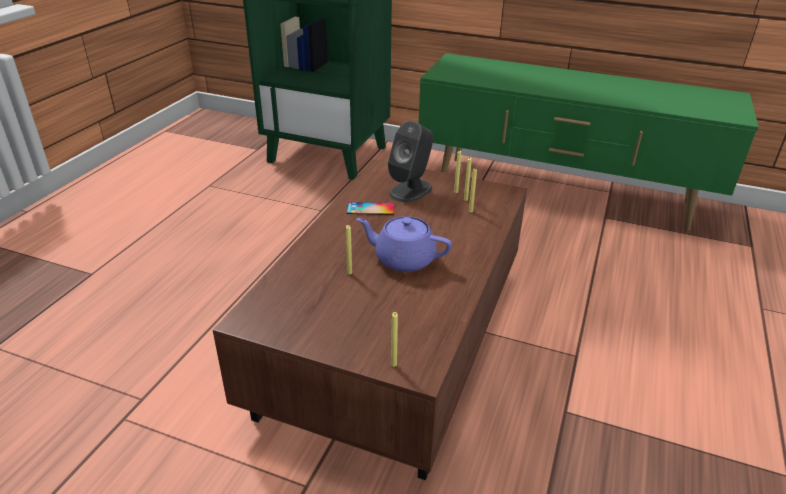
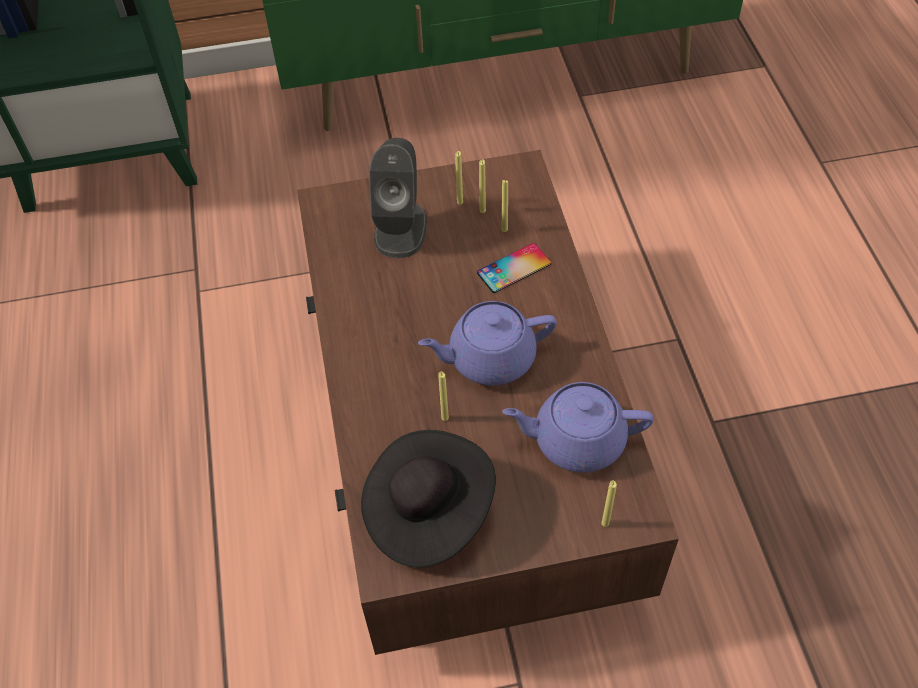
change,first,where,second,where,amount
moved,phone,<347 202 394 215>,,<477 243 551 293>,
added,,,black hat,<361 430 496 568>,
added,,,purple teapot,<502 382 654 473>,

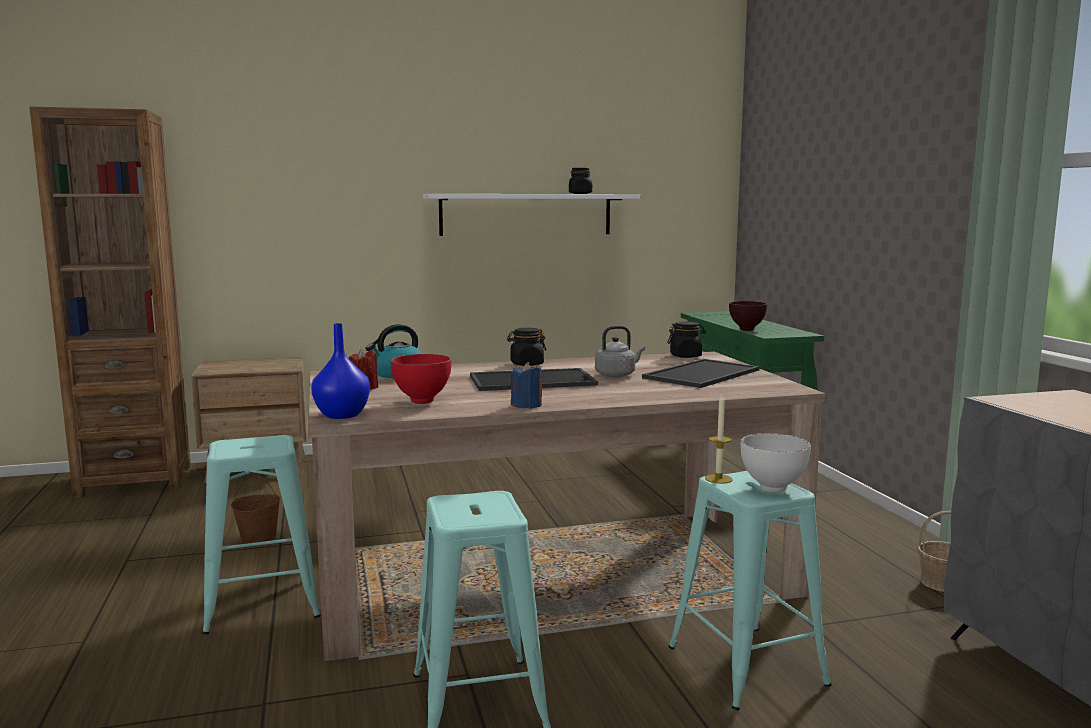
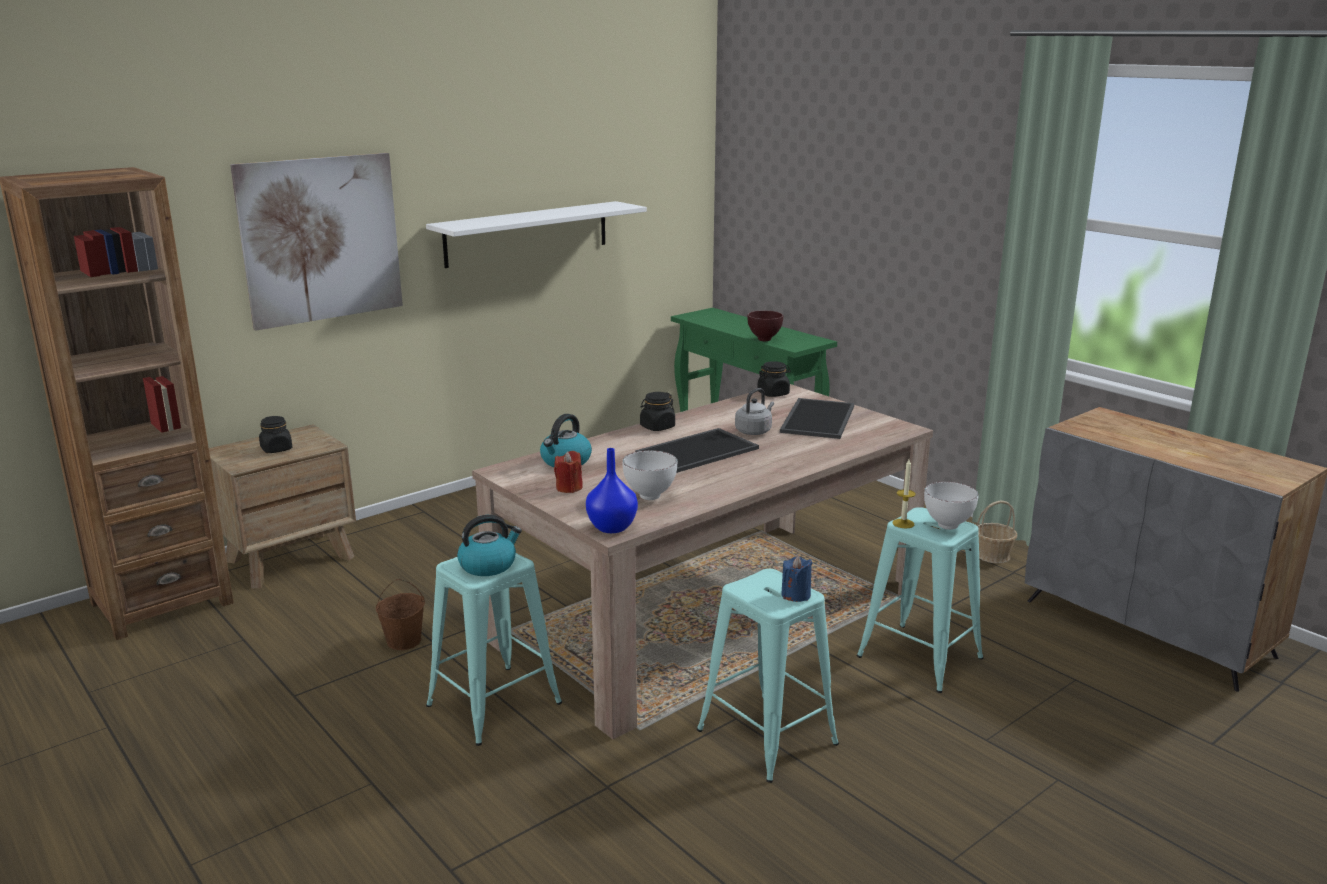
change,first,where,second,where,amount
recoloured,red bowl,<391 354 451 404>,white bowl,<622 450 677 500>,
moved,blue candle,<510 362 543 409>,,<781 556 813 602>,
moved,black jar,<569 168 592 194>,,<259 416 292 453>,
added,,,picture,<230 153 403 331>,
added,,,kettle,<457 515 522 576>,

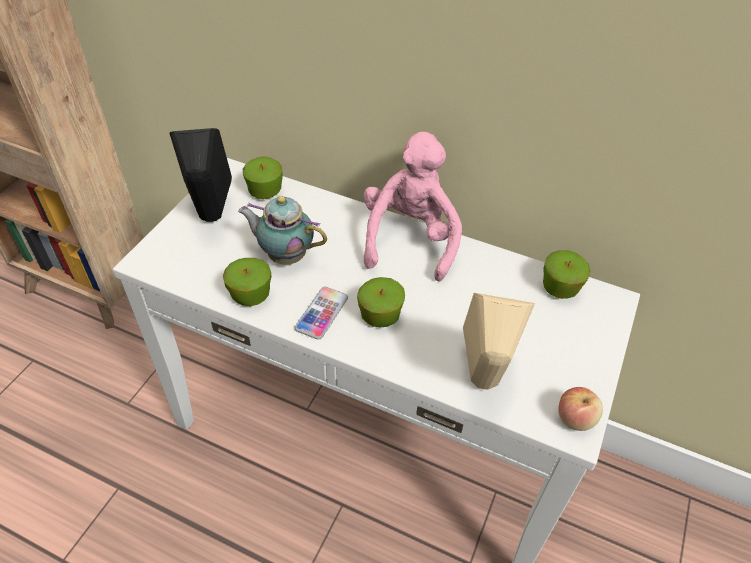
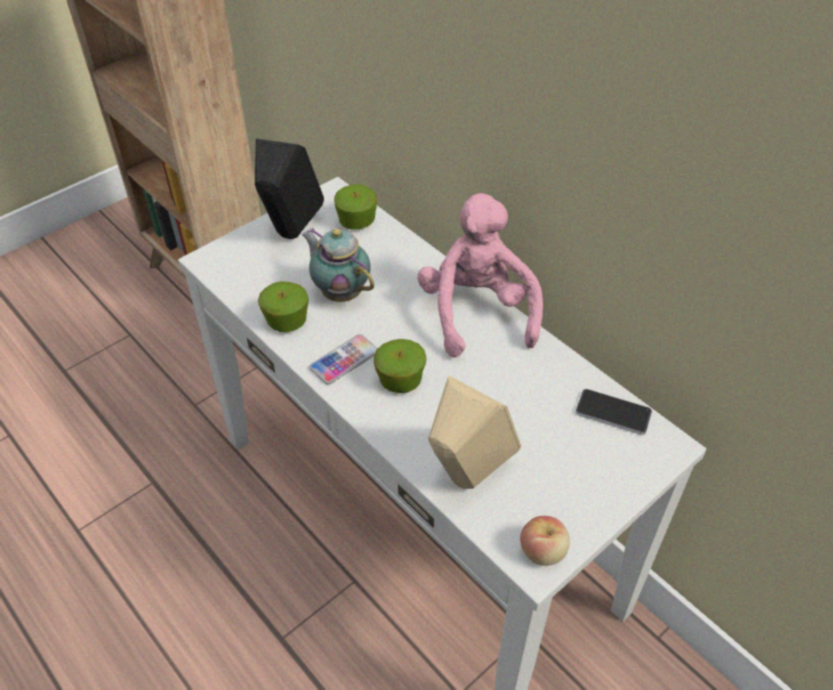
change,first,where,second,where,amount
turned,pink plush toy,<363 132 462 282>,,<417 193 543 358>,45 degrees counterclockwise
replaced,apple,<543 250 590 299>,phone,<576 389 652 435>,

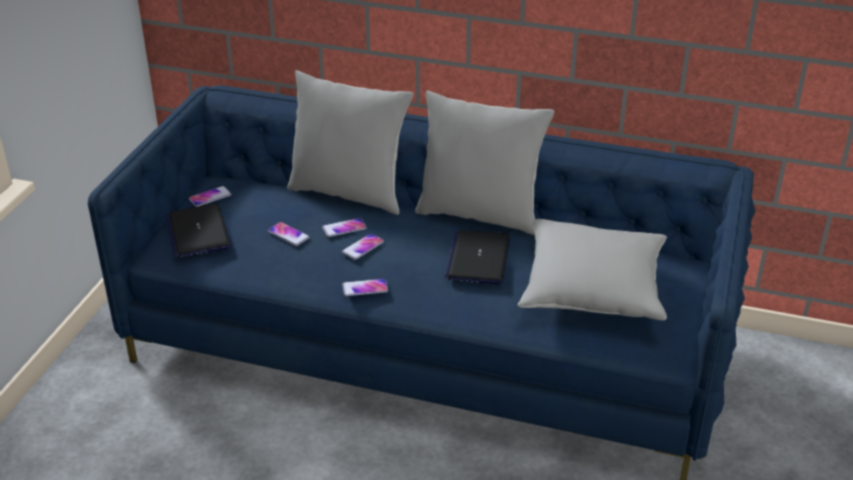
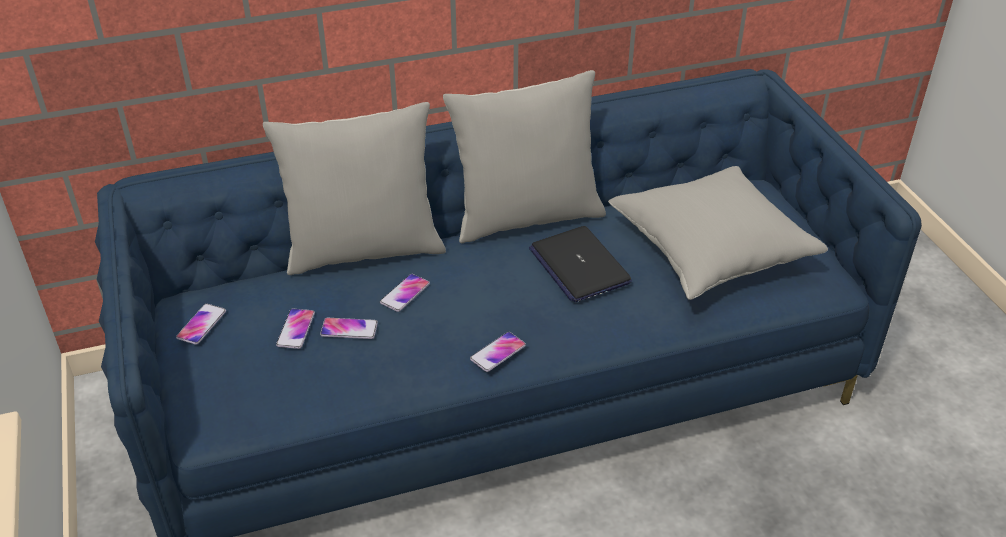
change,first,where,second,where,amount
removed,laptop,<166 203 231 257>,,,
moved,phone,<342 233 384 260>,,<276 309 315 349>,

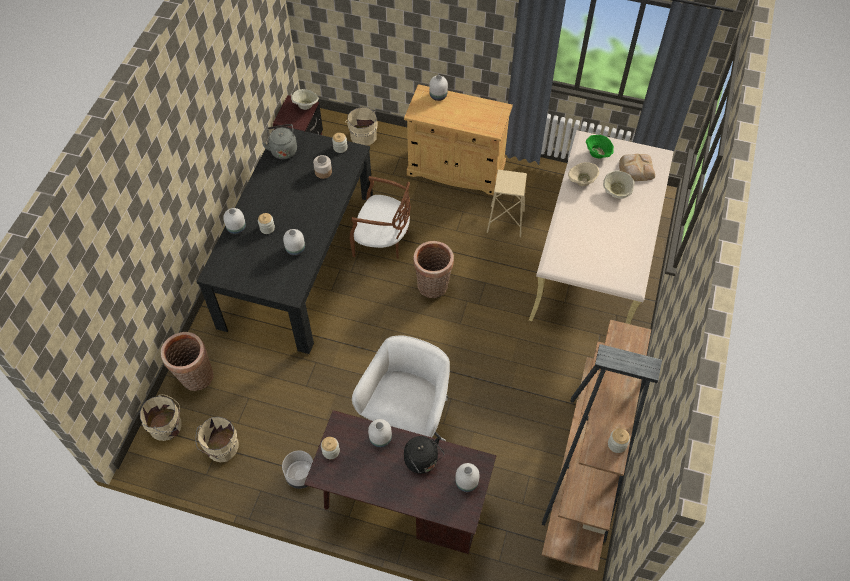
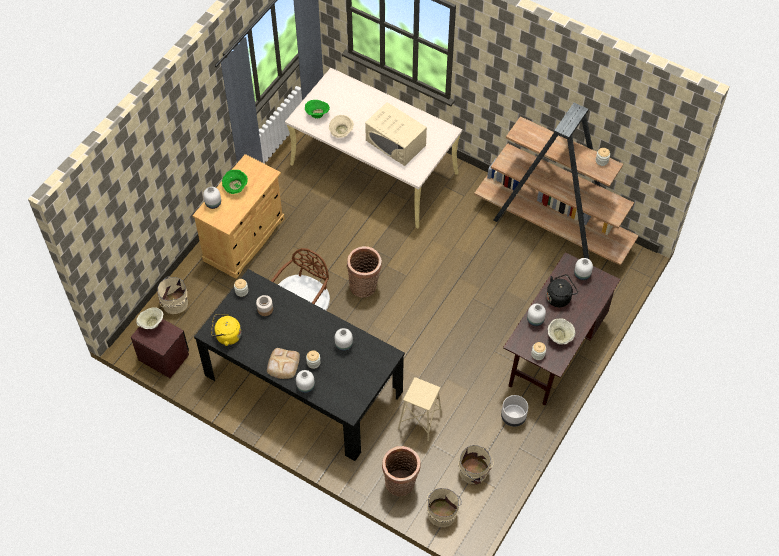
change,first,where,second,where,amount
recoloured,grey kettle,<262 124 297 159>,yellow kettle,<211 314 241 346>,
removed,white office chair,<352 335 450 441>,,,
moved,beige stool,<487 170 527 237>,,<398 377 442 441>,
moved,beige bowl,<603 171 635 199>,,<548 318 576 344>,
moved,bread,<619 154 655 181>,,<267 348 300 379>,
added,,,green bowl,<222 170 248 194>,
added,,,beige microwave,<365 102 427 166>,

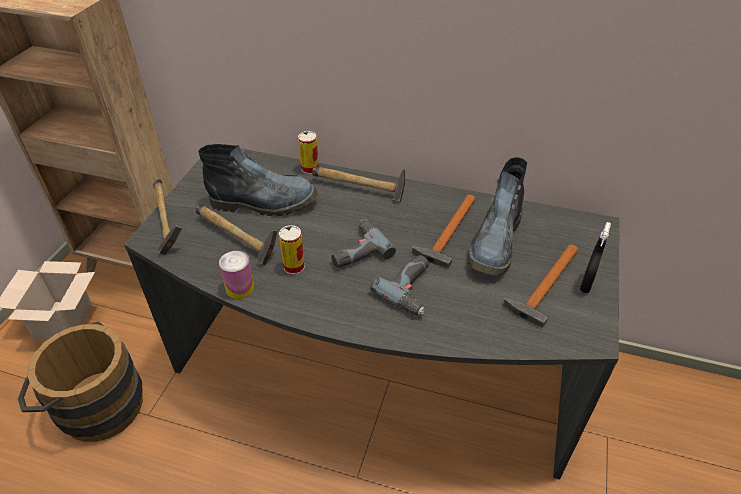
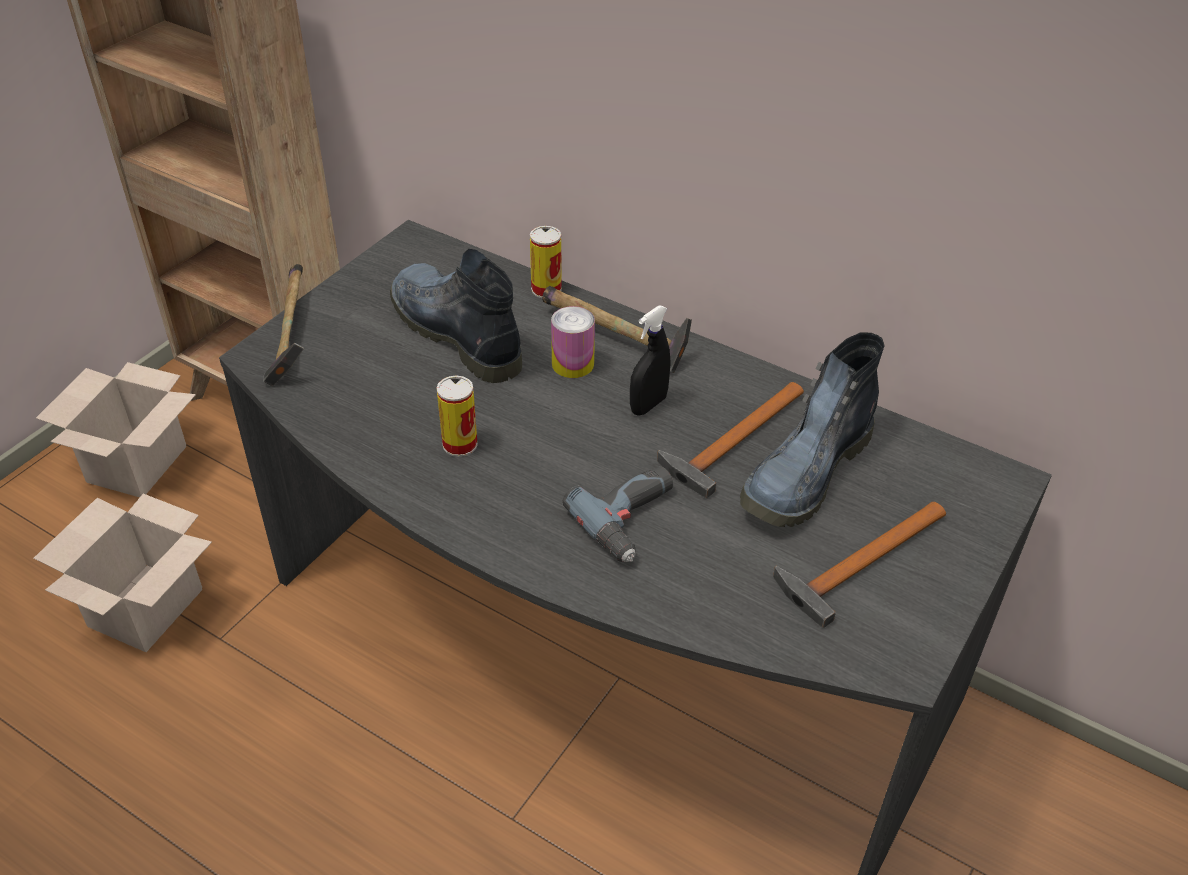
change,first,where,second,where,amount
replaced,brown bucket,<18 321 143 442>,cardboard box,<33 494 212 652>,
removed,hammer,<196 203 277 265>,,,
turned,boot,<199 144 318 216>,,<390 249 522 383>,150 degrees counterclockwise
moved,can,<219 251 255 299>,,<551 306 595 378>,
removed,power drill,<331 219 396 268>,,,
moved,black spray bottle,<580 222 611 293>,,<630 306 671 416>,

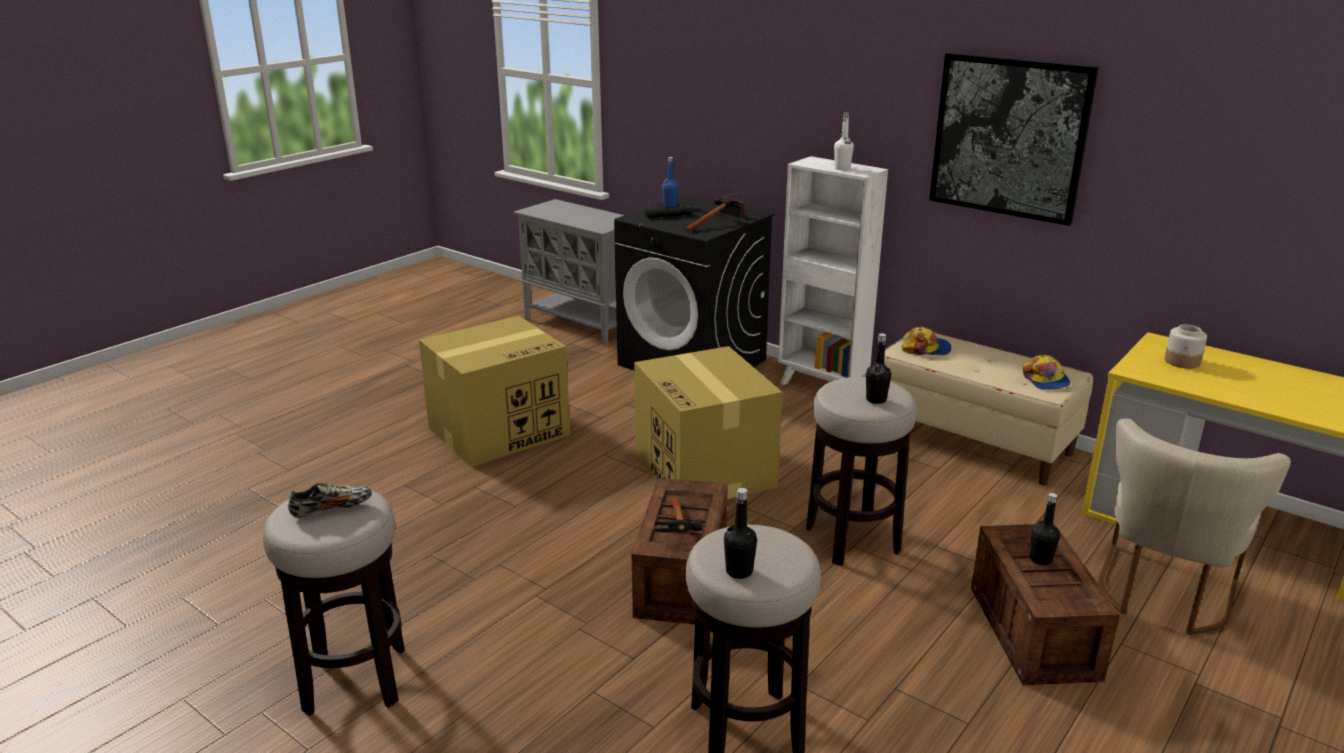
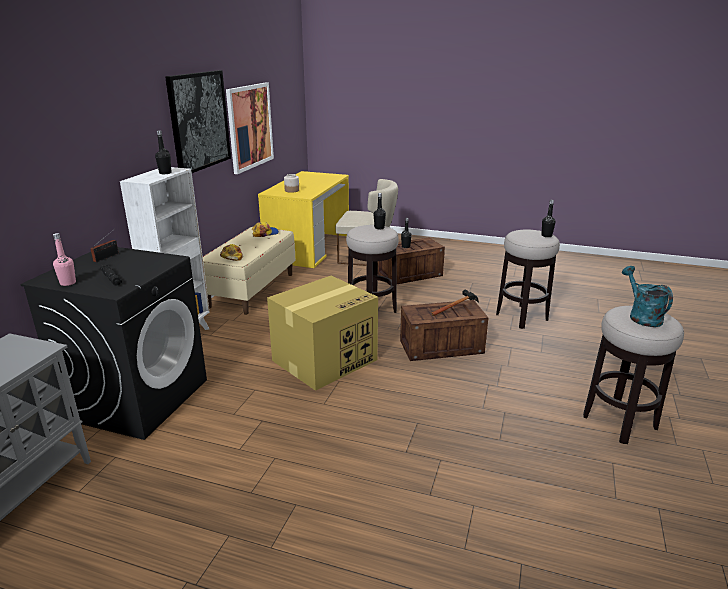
change,first,where,second,where,amount
replaced,shoe,<288 483 372 518>,turquoise watering can,<622 266 673 327>,
removed,cardboard box,<419 316 571 467>,,,
recoloured,blue bottle,<662 157 679 208>,pink bottle,<53 233 76 286>,
removed,hammer,<685 197 741 232>,,,
recoloured,white bottle,<834 112 854 170>,black bottle,<155 130 171 174>,
added,,,picture,<226 83 274 174>,

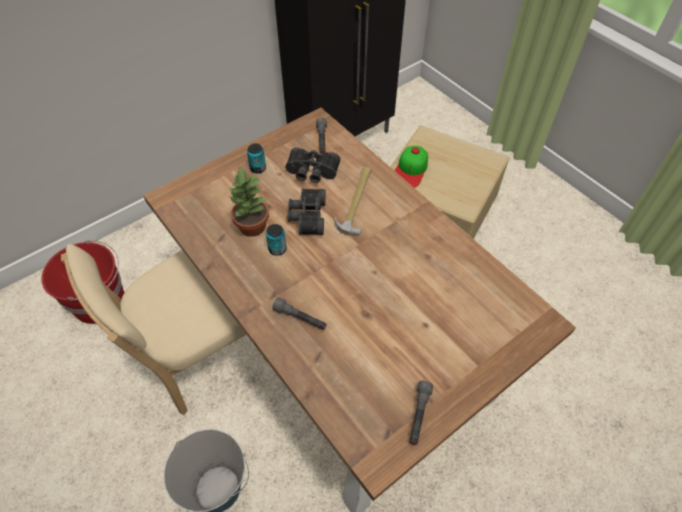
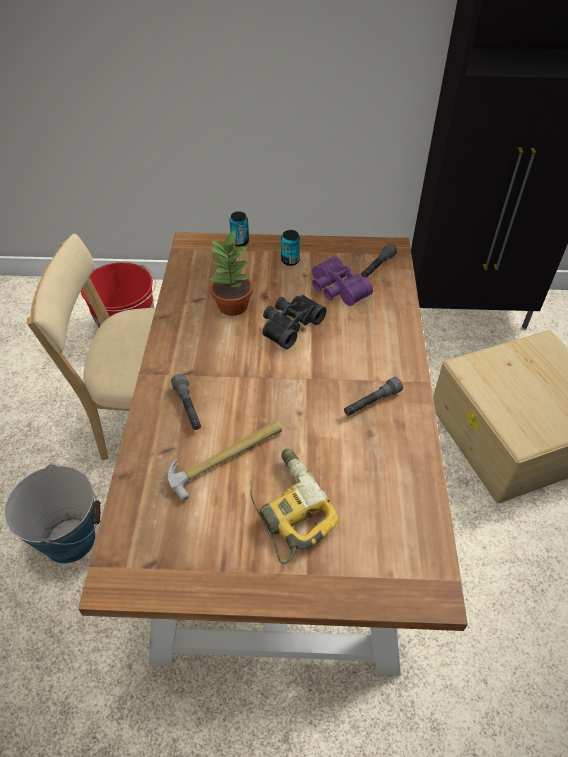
change,first,where,second,where,amount
moved,can,<266 224 287 256>,,<229 211 249 247>,
recoloured,black binoculars,<285 147 340 183>,purple binoculars,<312 256 373 306>,
moved,hammer,<335 167 371 236>,,<168 420 282 501>,
removed,cap,<395 146 428 188>,,,
moved,grey flashlight,<409 381 433 445>,,<344 377 403 416>,
added,,,power drill,<250 448 338 564>,

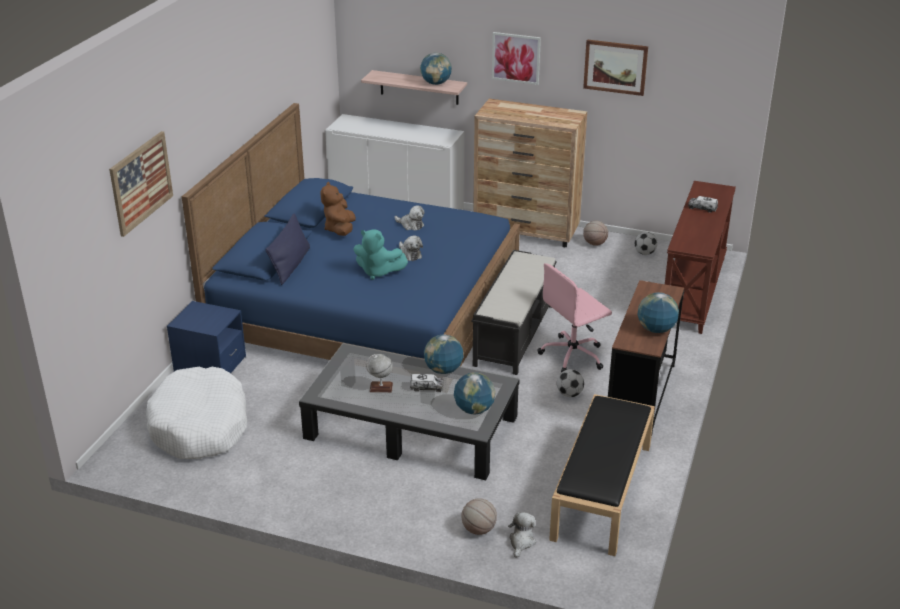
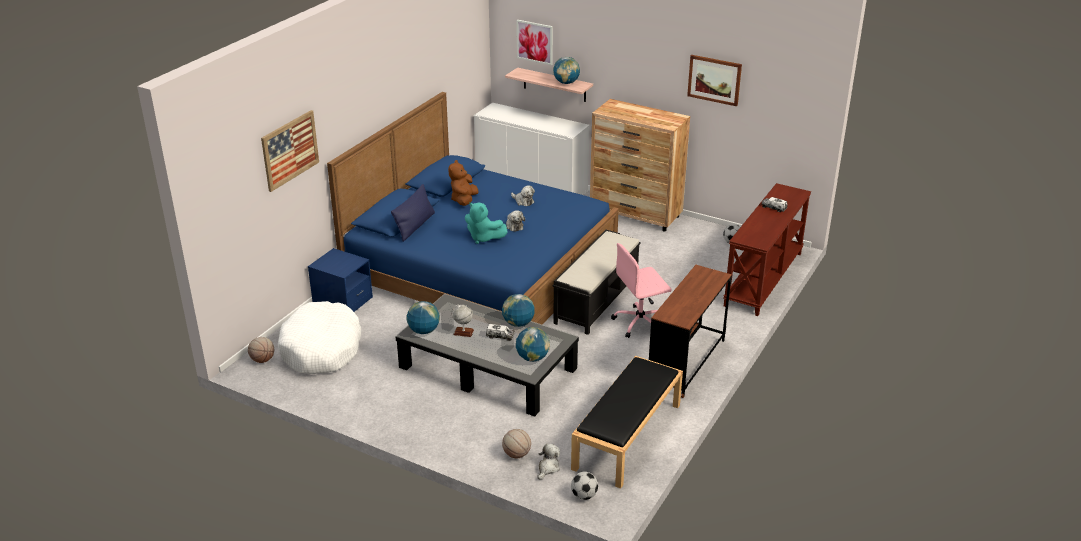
change,first,where,second,where,amount
moved,picture,<492 32 541 85>,,<516 20 553 65>,
moved,football,<557 369 584 397>,,<571 471 598 500>,
moved,basketball,<583 221 608 246>,,<248 337 274 363>,
moved,globe,<637 292 679 333>,,<407 301 440 334>,

